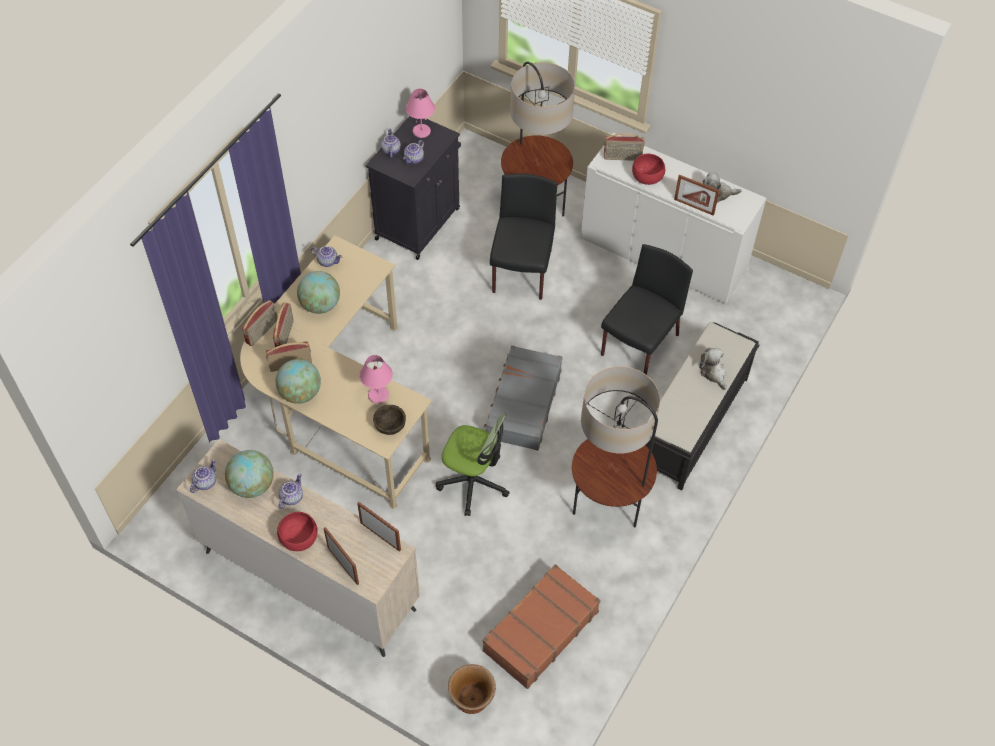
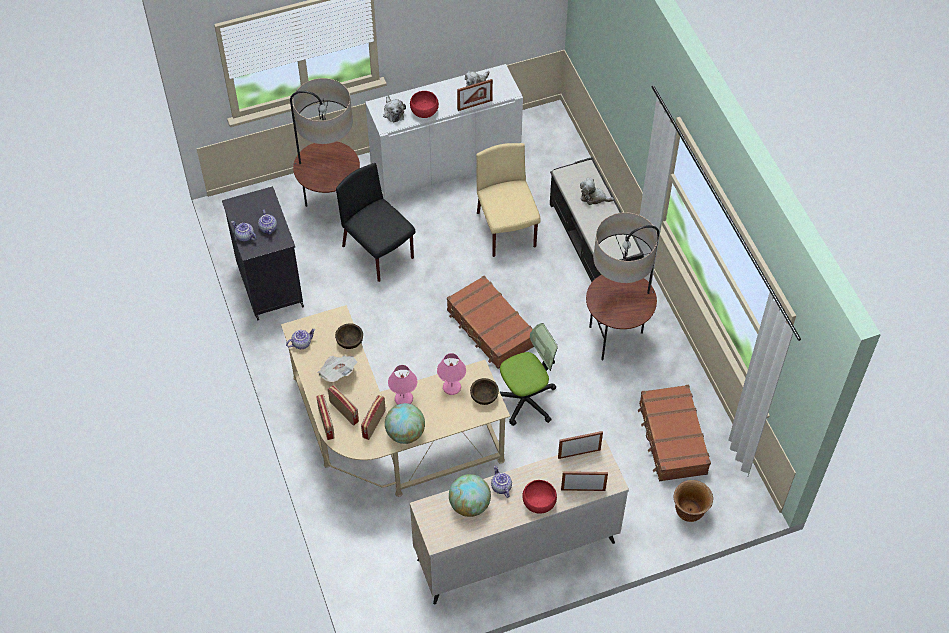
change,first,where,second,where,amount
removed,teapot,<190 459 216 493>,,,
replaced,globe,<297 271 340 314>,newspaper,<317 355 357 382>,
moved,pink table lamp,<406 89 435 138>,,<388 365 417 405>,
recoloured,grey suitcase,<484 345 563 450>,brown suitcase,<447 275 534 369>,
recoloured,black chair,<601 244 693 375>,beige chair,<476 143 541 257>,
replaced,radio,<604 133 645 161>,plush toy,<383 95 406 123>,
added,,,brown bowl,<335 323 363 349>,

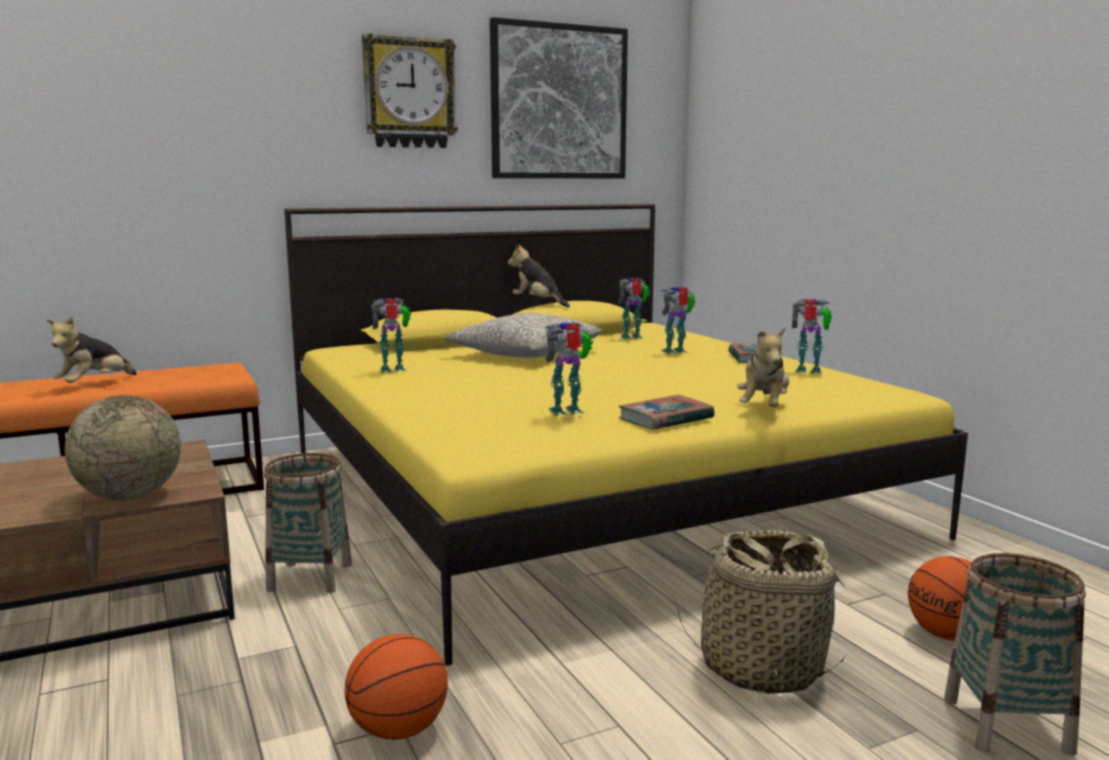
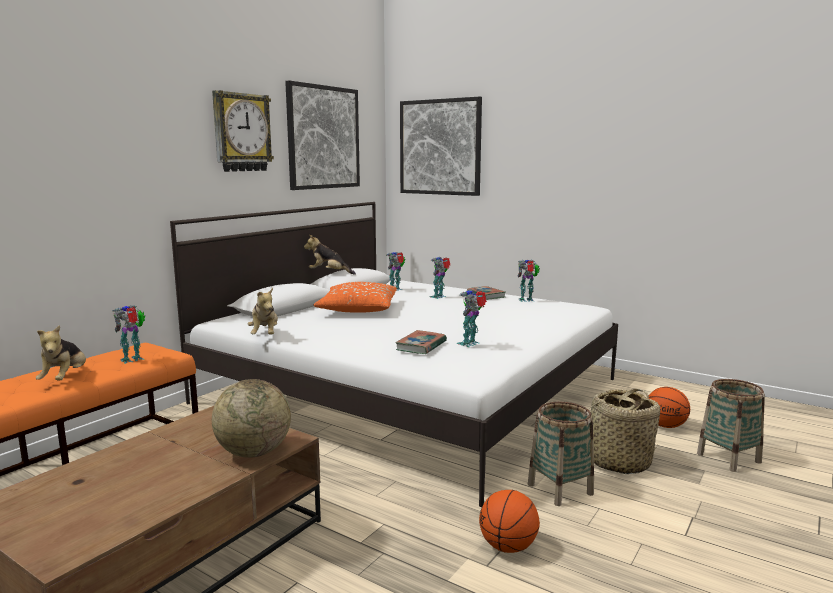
change,first,where,second,where,amount
moved,basket,<264 453 352 593>,,<528 402 594 506>,
recoloured,yellow bed,<284 204 968 665>,white bed,<170 202 618 507>,
moved,toy robot,<371 298 411 372>,,<112 305 145 364>,
recoloured,grey pillow,<445 313 602 358>,orange pillow,<314 282 397 313>,
moved,book,<619 395 715 430>,,<395 330 447 354>,
moved,plush toy,<737 327 789 407>,,<248 288 278 335>,
added,,,picture,<400 97 482 196>,

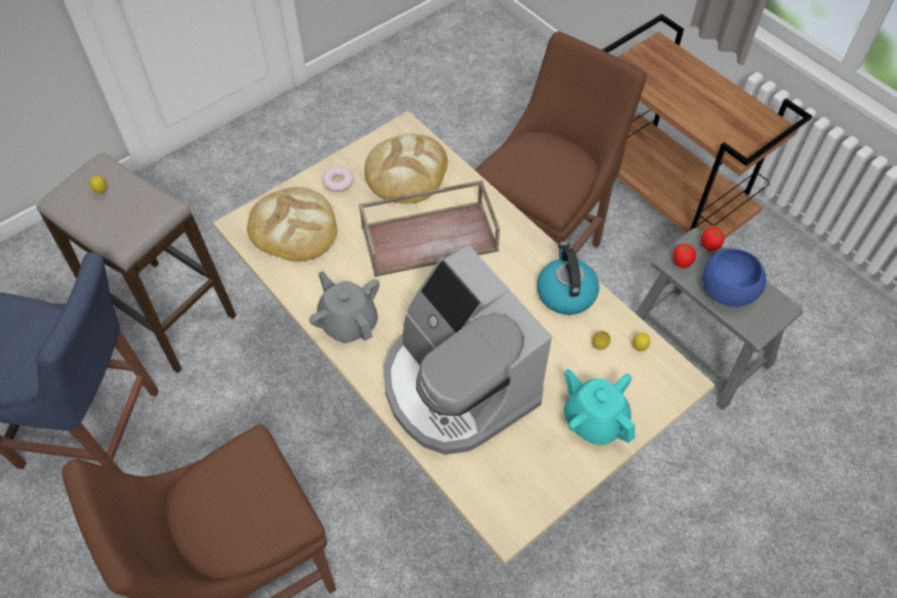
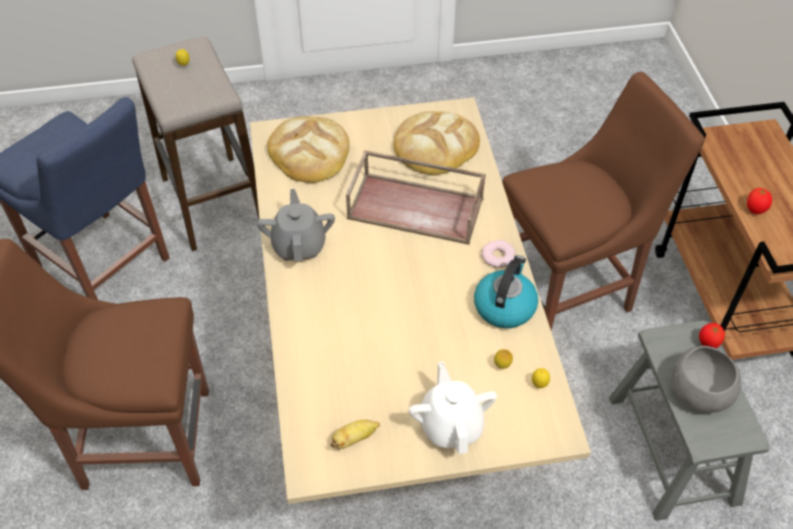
change,first,where,second,where,amount
moved,donut,<322 166 354 192>,,<481 240 516 268>,
removed,coffee machine,<383 245 552 455>,,,
recoloured,turquoise teapot,<564 369 635 445>,white teapot,<409 361 497 454>,
moved,tomato,<673 244 696 268>,,<747 188 772 214>,
recoloured,blue bowl,<703 248 766 307>,grey bowl,<671 346 741 413>,
added,,,banana,<331 420 380 449>,

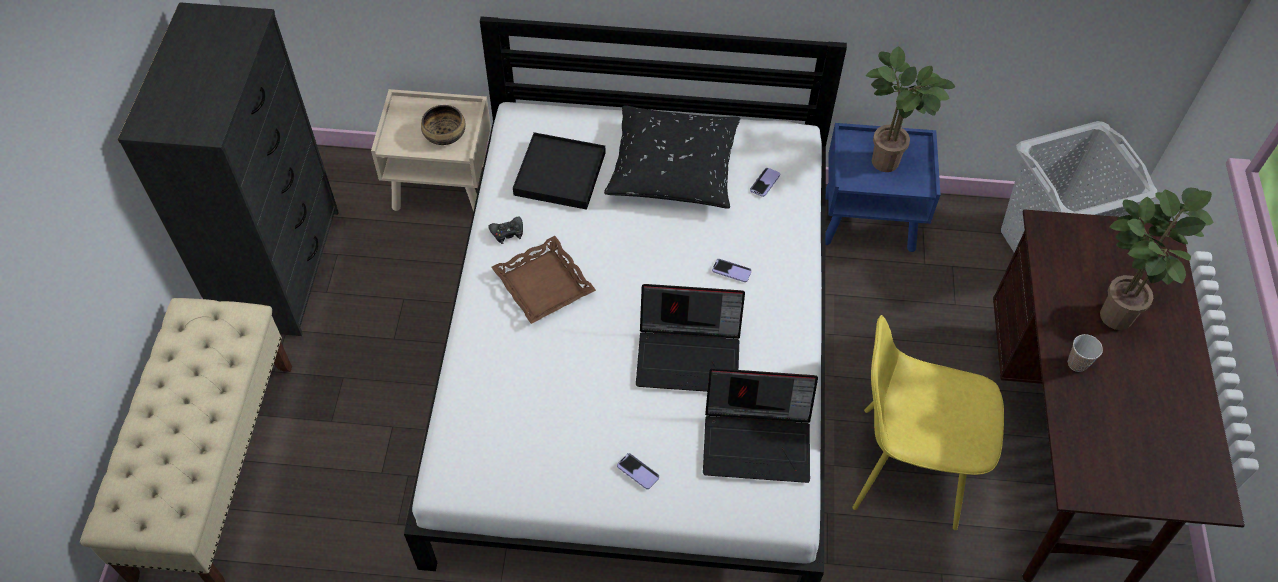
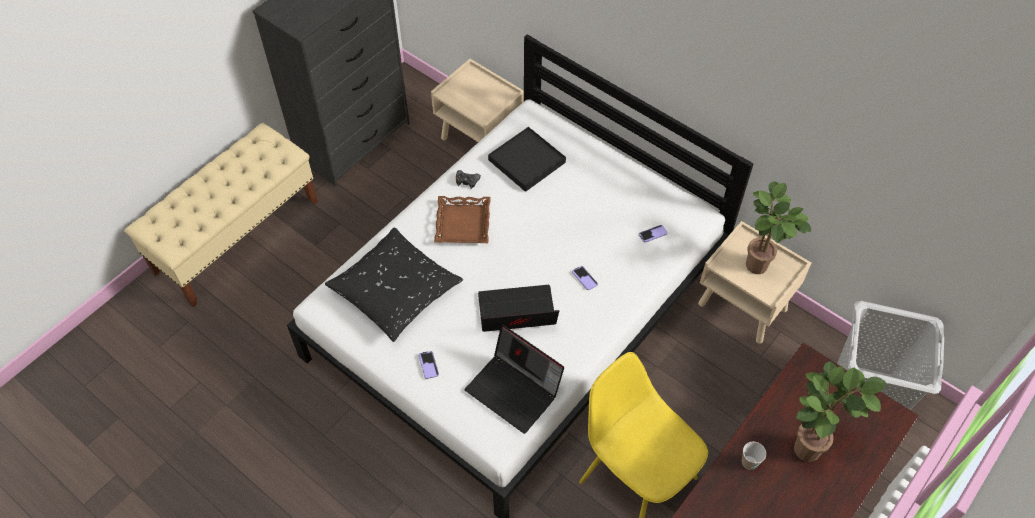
change,first,where,second,where,amount
removed,bowl,<421 105 466 145>,,,
moved,black pillow,<604 105 740 209>,,<325 227 463 342>,
turned,laptop,<636 284 745 392>,,<478 285 560 332>,135 degrees clockwise
recoloured,blue nightstand,<825 123 941 252>,beige nightstand,<698 221 811 344>,

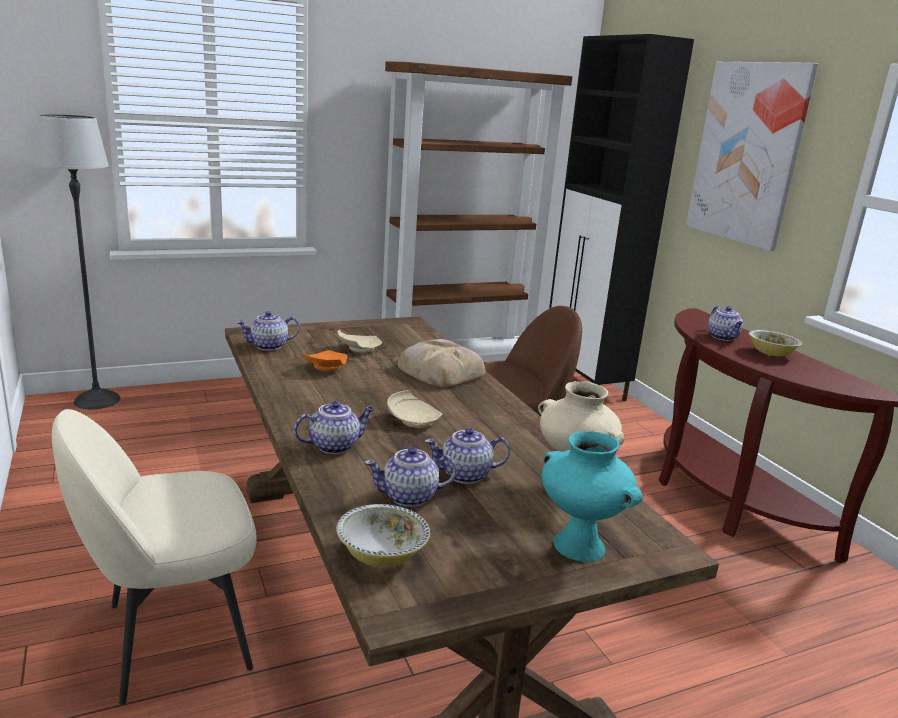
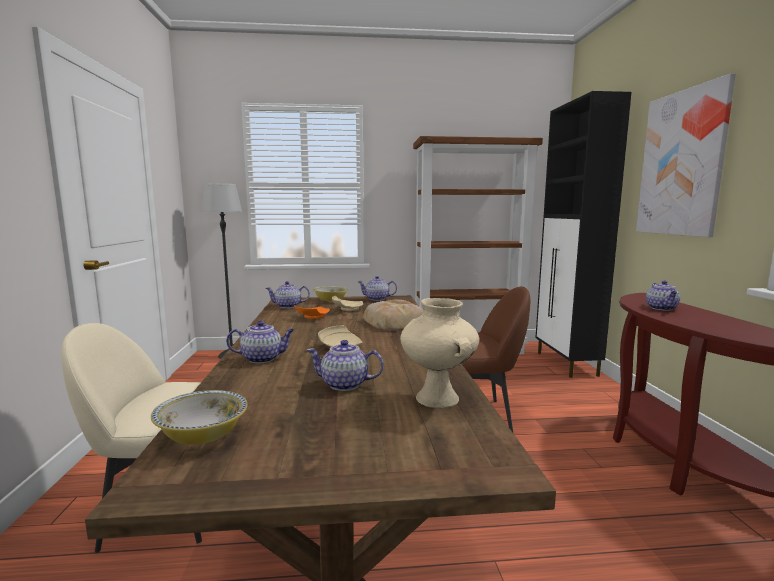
change,first,where,second,where,amount
moved,teapot,<364 447 457 507>,,<357 276 397 301>,
removed,turquoise vase,<542 431 643 562>,,,
moved,bowl,<749 330 802 356>,,<313 286 348 302>,

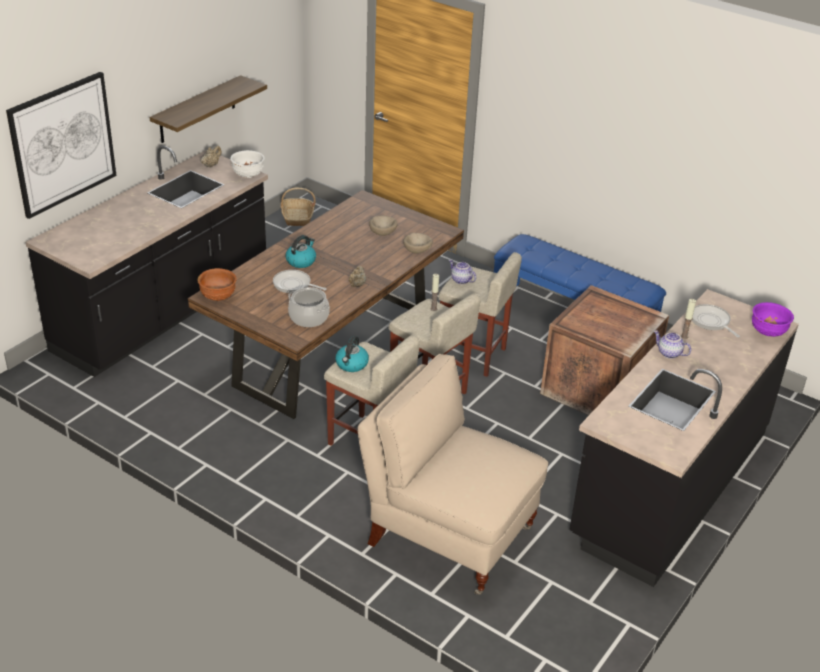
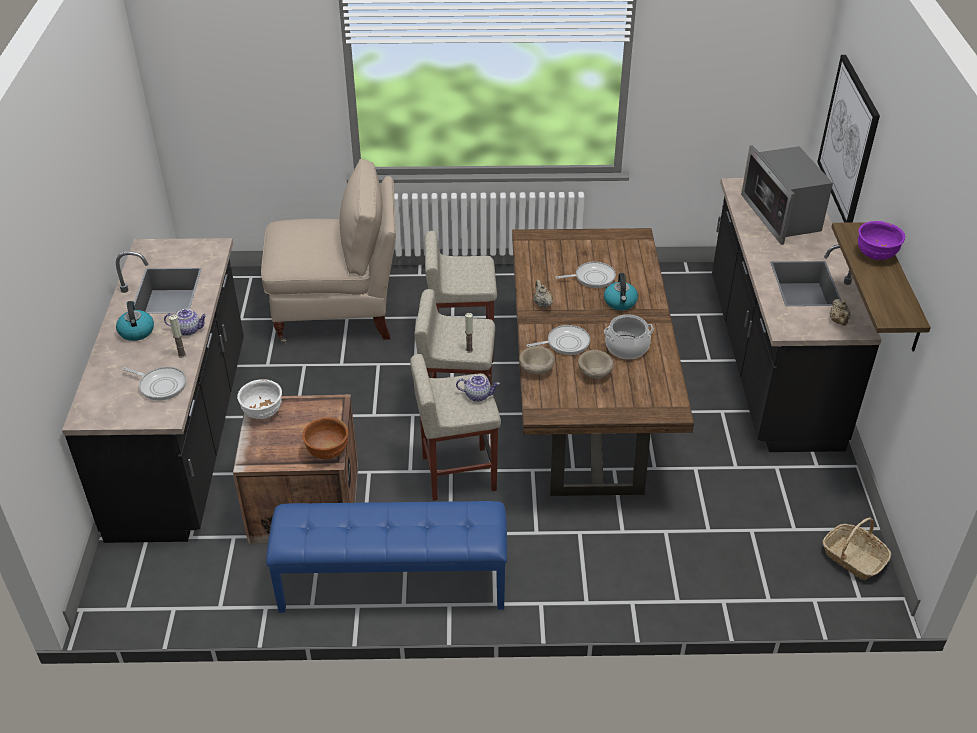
change,first,where,second,where,amount
moved,brown bowl,<198 268 237 301>,,<302 417 348 459>,
moved,white bowl,<230 150 265 178>,,<237 379 282 419>,
moved,cooking pot,<288 287 330 327>,,<604 314 654 359>,
moved,kettle,<335 336 369 372>,,<116 301 154 341>,
moved,purple bowl,<752 302 794 337>,,<858 221 905 260>,
added,,,frying pan,<527 325 590 355>,
added,,,microwave,<741 145 833 245>,

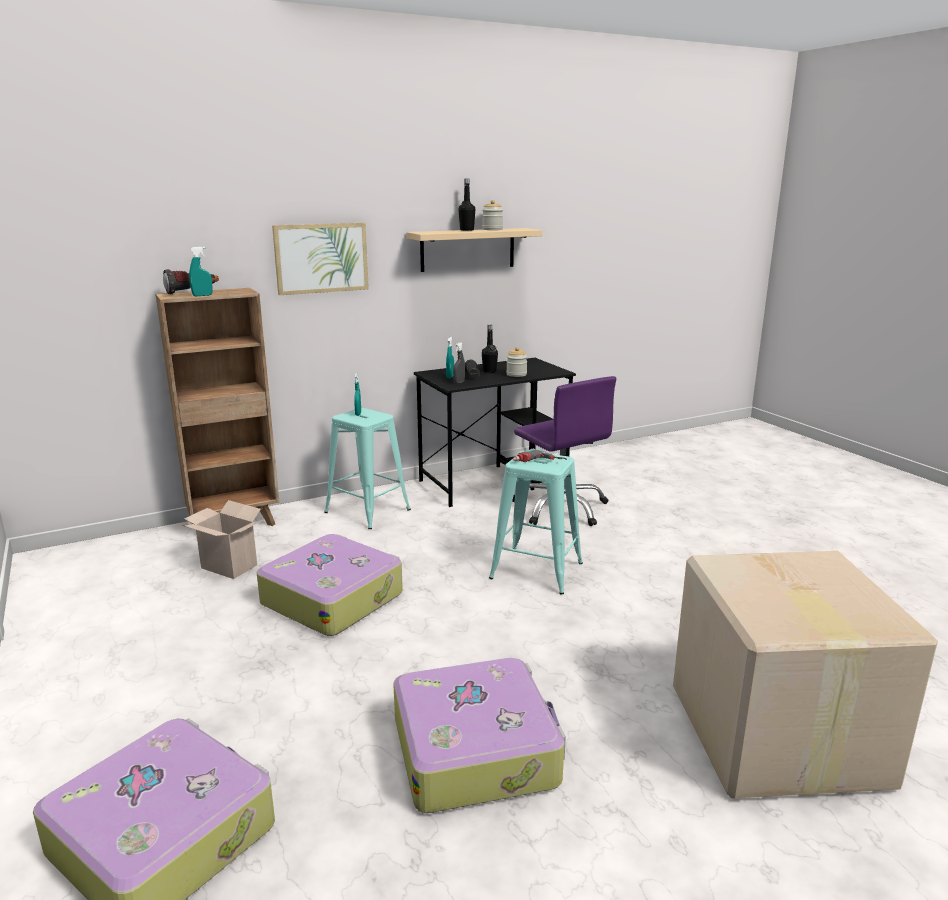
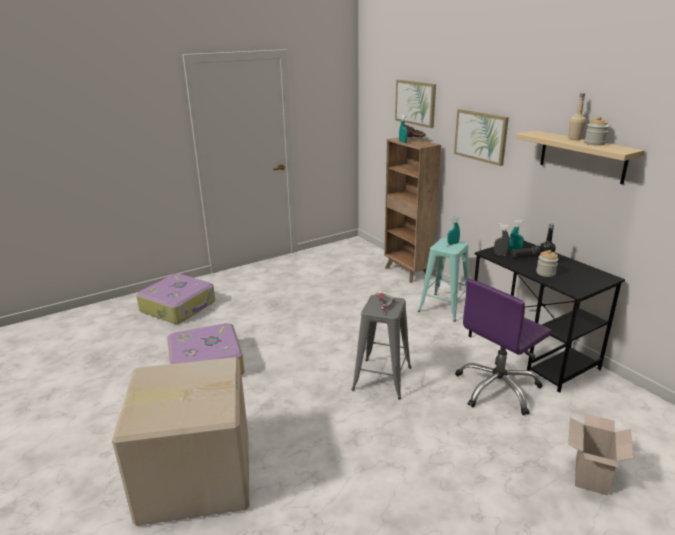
change,first,where,second,where,amount
moved,cardboard box,<183 500 263 579>,,<568 414 633 496>,
removed,suitcase,<257 534 403 636>,,,
recoloured,black bottle,<458 179 475 231>,beige bottle,<568 93 586 140>,
recoloured,turquoise stool,<489 451 583 594>,grey stool,<351 295 411 399>,
added,,,picture,<395 80 436 128>,

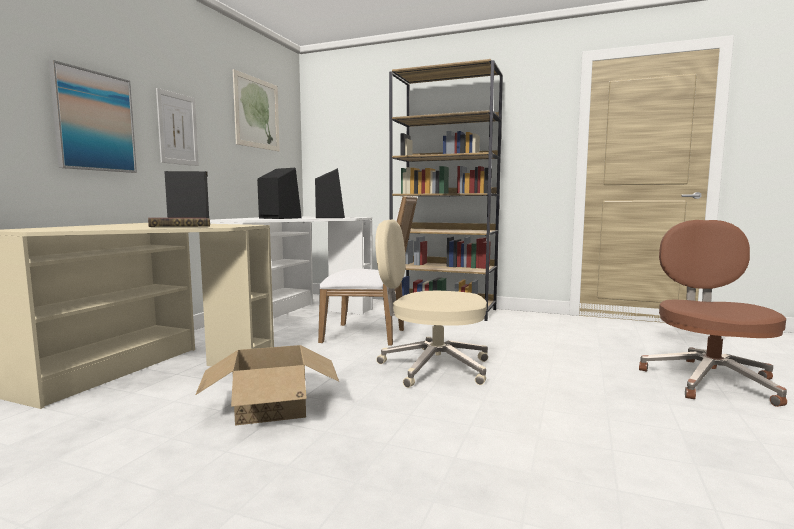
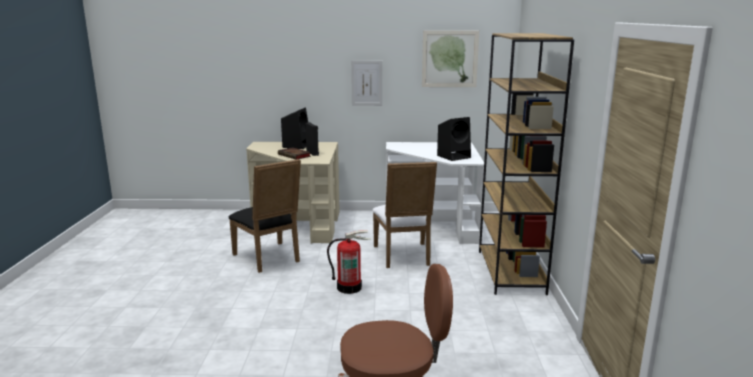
change,first,where,second,where,amount
removed,picture,<49 60 137 173>,,,
replaced,cardboard box,<196 345 339 425>,black chair,<229 159 301 273>,
moved,black speaker,<257 168 302 219>,,<281 107 308 149>,
replaced,beige office chair,<375 219 488 388>,fire extinguisher,<327 230 371 294>,

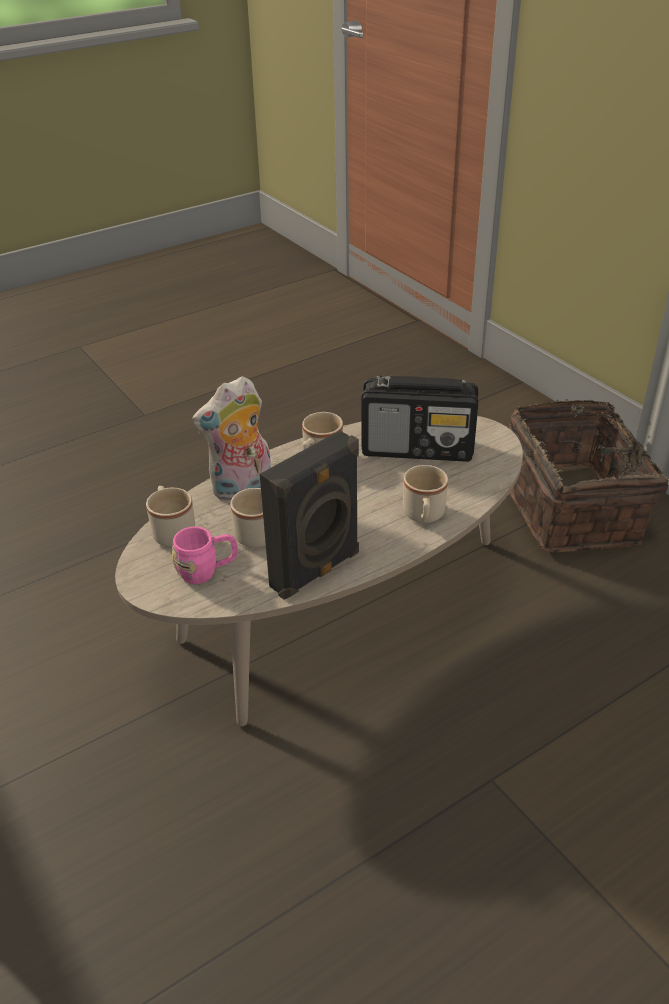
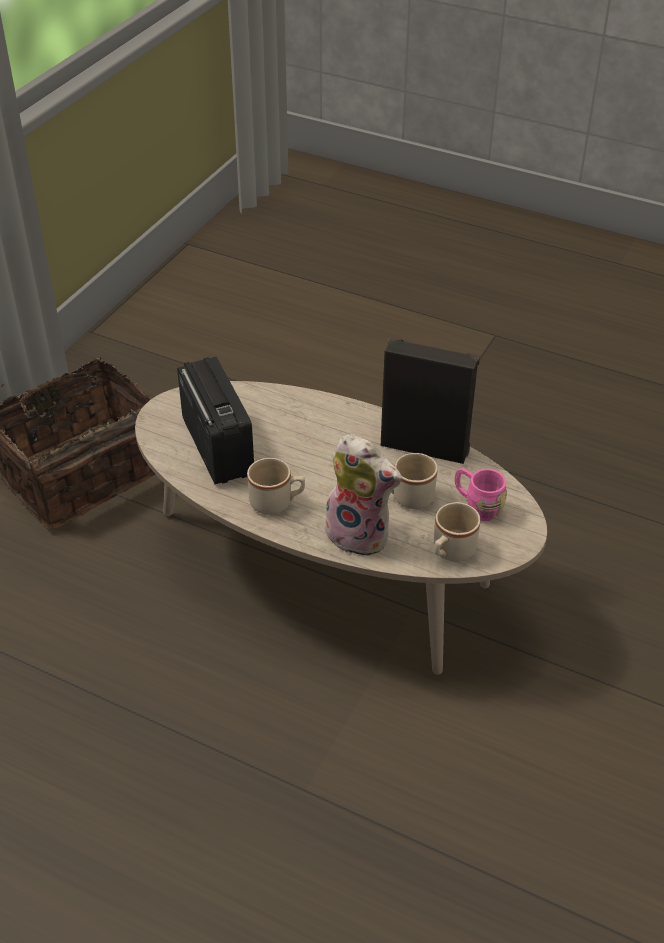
change,first,where,second,where,amount
removed,beige mug,<403 465 448 523>,,,

